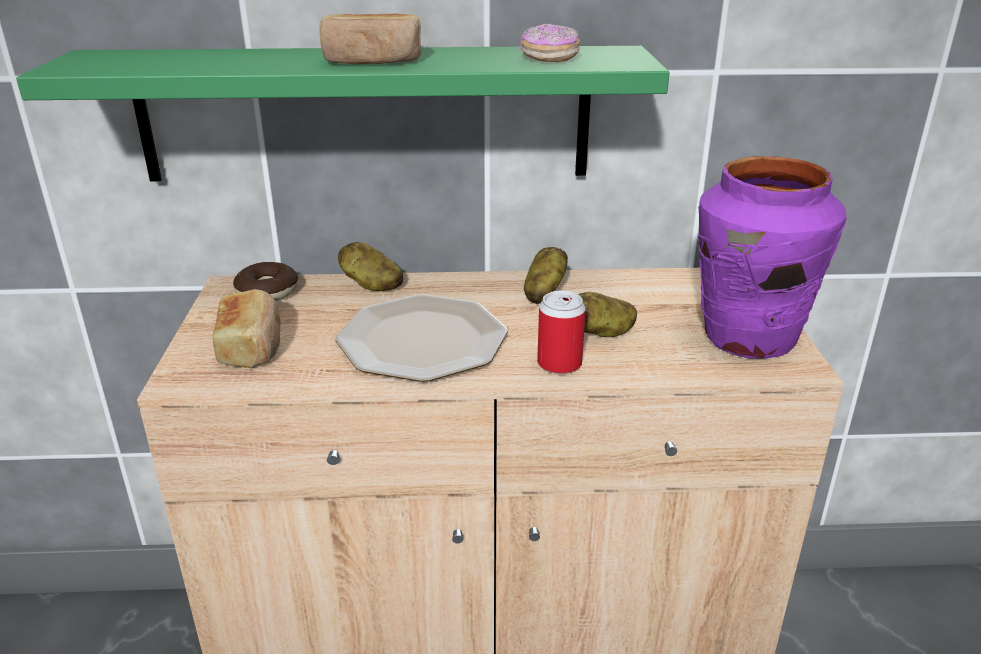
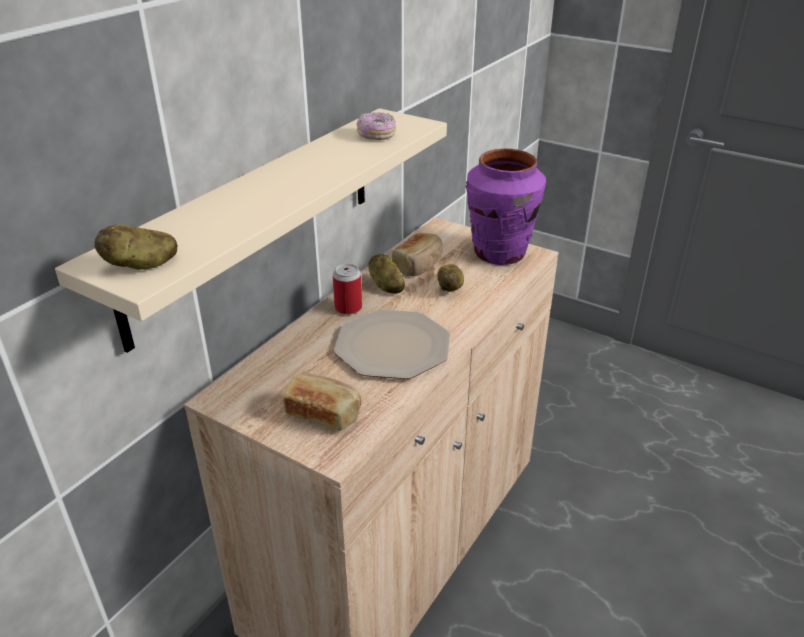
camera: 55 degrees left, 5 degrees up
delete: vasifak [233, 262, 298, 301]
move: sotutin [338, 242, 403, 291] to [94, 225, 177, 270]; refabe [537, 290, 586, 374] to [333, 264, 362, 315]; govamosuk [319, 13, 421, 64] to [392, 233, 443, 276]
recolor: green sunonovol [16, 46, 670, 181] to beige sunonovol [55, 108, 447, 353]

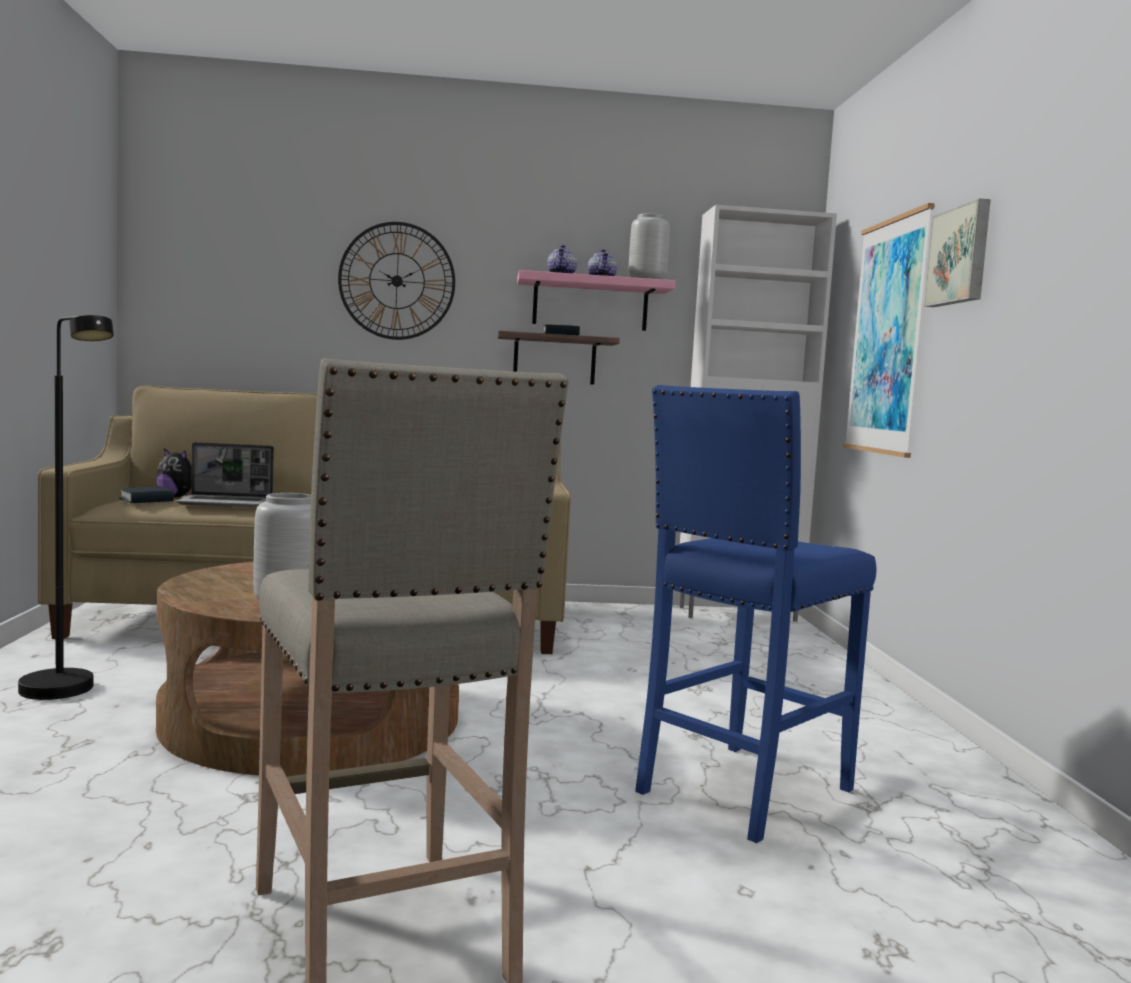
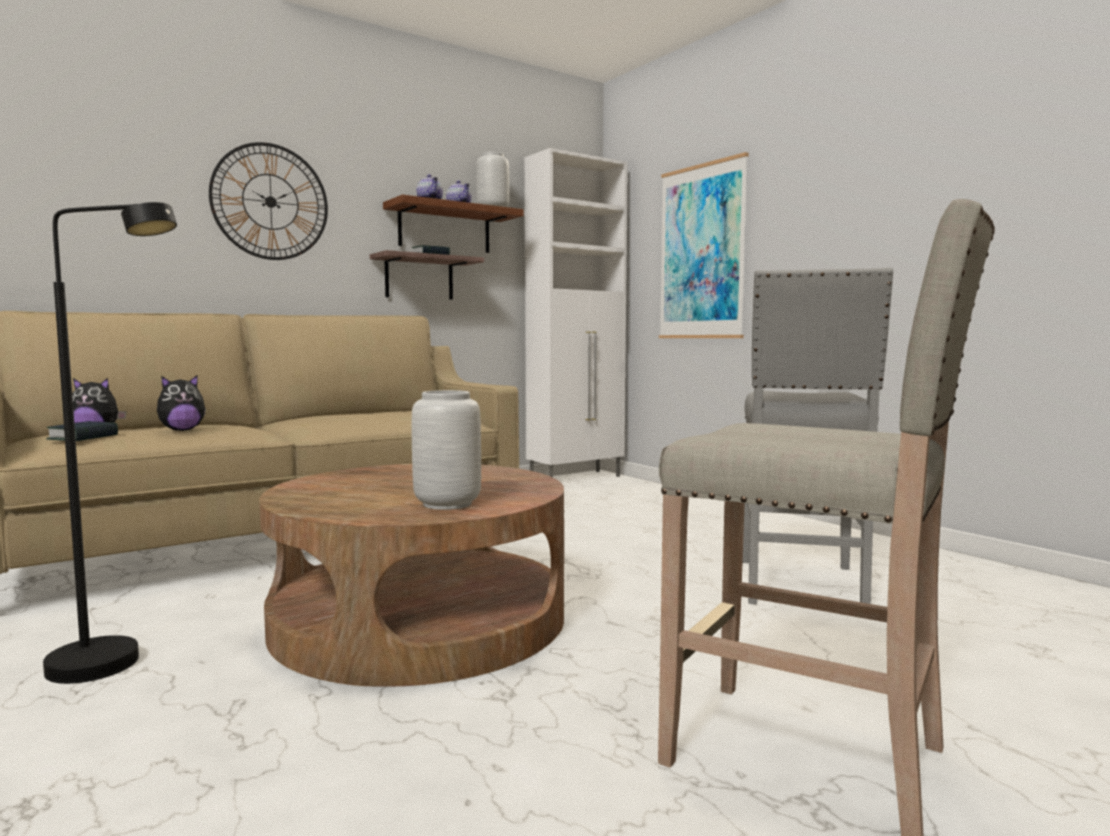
camera: 30 degrees left, 0 degrees up
delete: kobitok [924, 199, 991, 307]
replace: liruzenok [176, 442, 274, 507] to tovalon [157, 375, 206, 431]
recolor: pink sunonovol [517, 270, 675, 331] to brown sunonovol [383, 195, 524, 253]; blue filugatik [635, 385, 876, 843] to grey filugatik [742, 268, 893, 605]

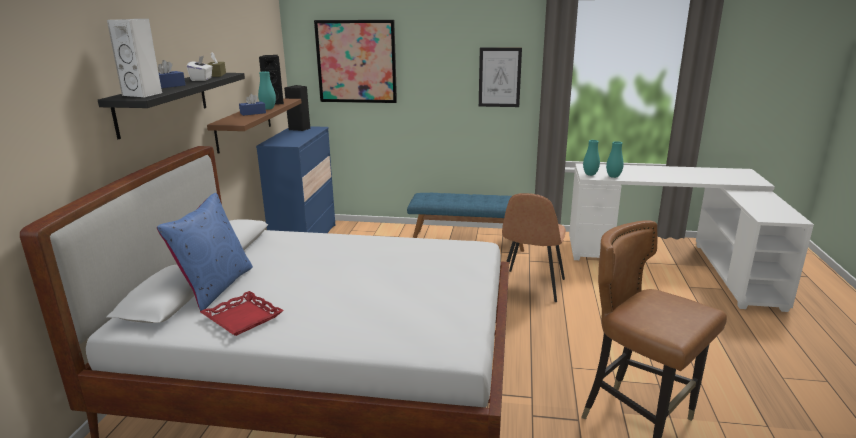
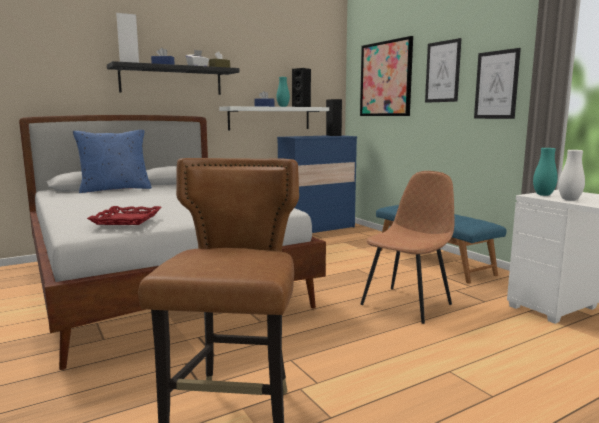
camera: 50 degrees right, 10 degrees down
insert: kobitok [425, 38, 461, 103]
move: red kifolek [200, 291, 284, 336] to [87, 206, 162, 225]
recolor: brown sunonovol [207, 99, 302, 154] to white sunonovol [219, 106, 329, 131]; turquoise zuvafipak [606, 141, 624, 178] to white zuvafipak [558, 150, 585, 201]
rotate: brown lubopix [502, 193, 566, 302] = [360, 171, 455, 324] 150 degrees clockwise

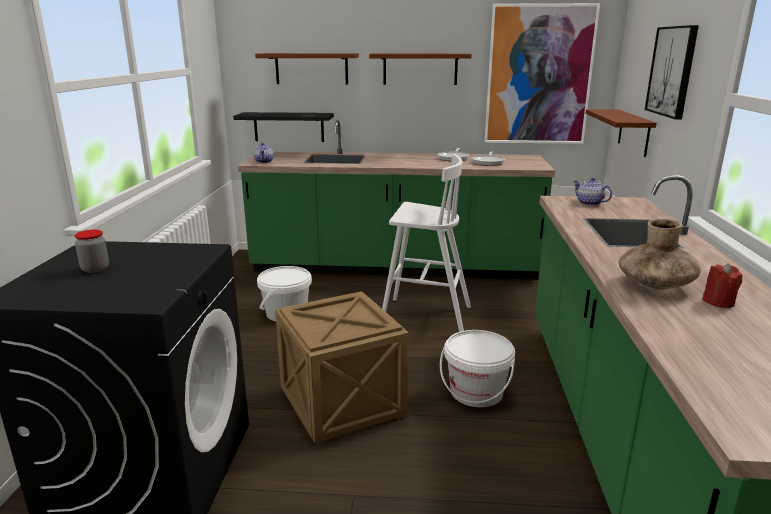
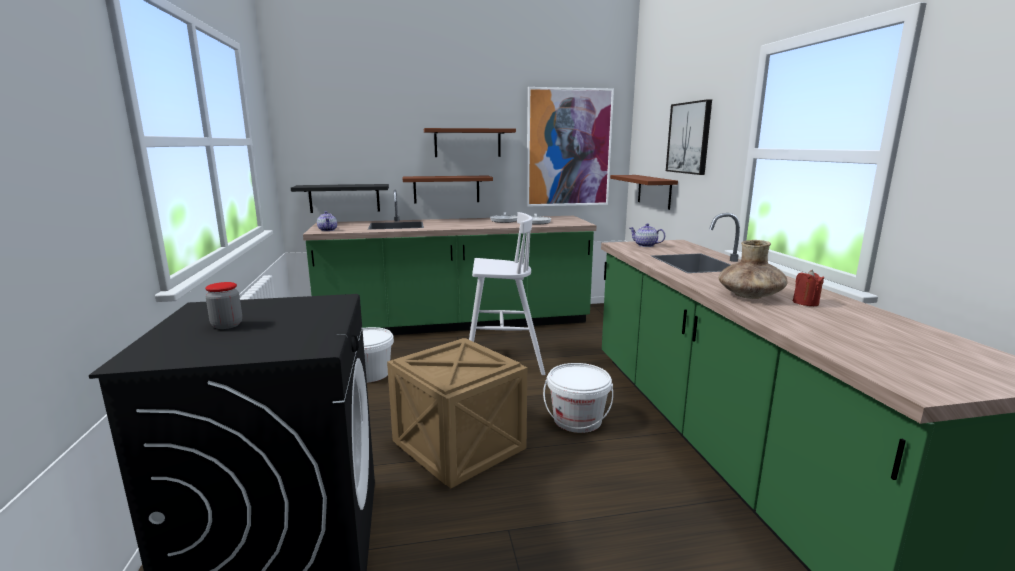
camera: 15 degrees left, 5 degrees down
move: brown sunonovol [255, 53, 359, 84] to [403, 176, 493, 204]

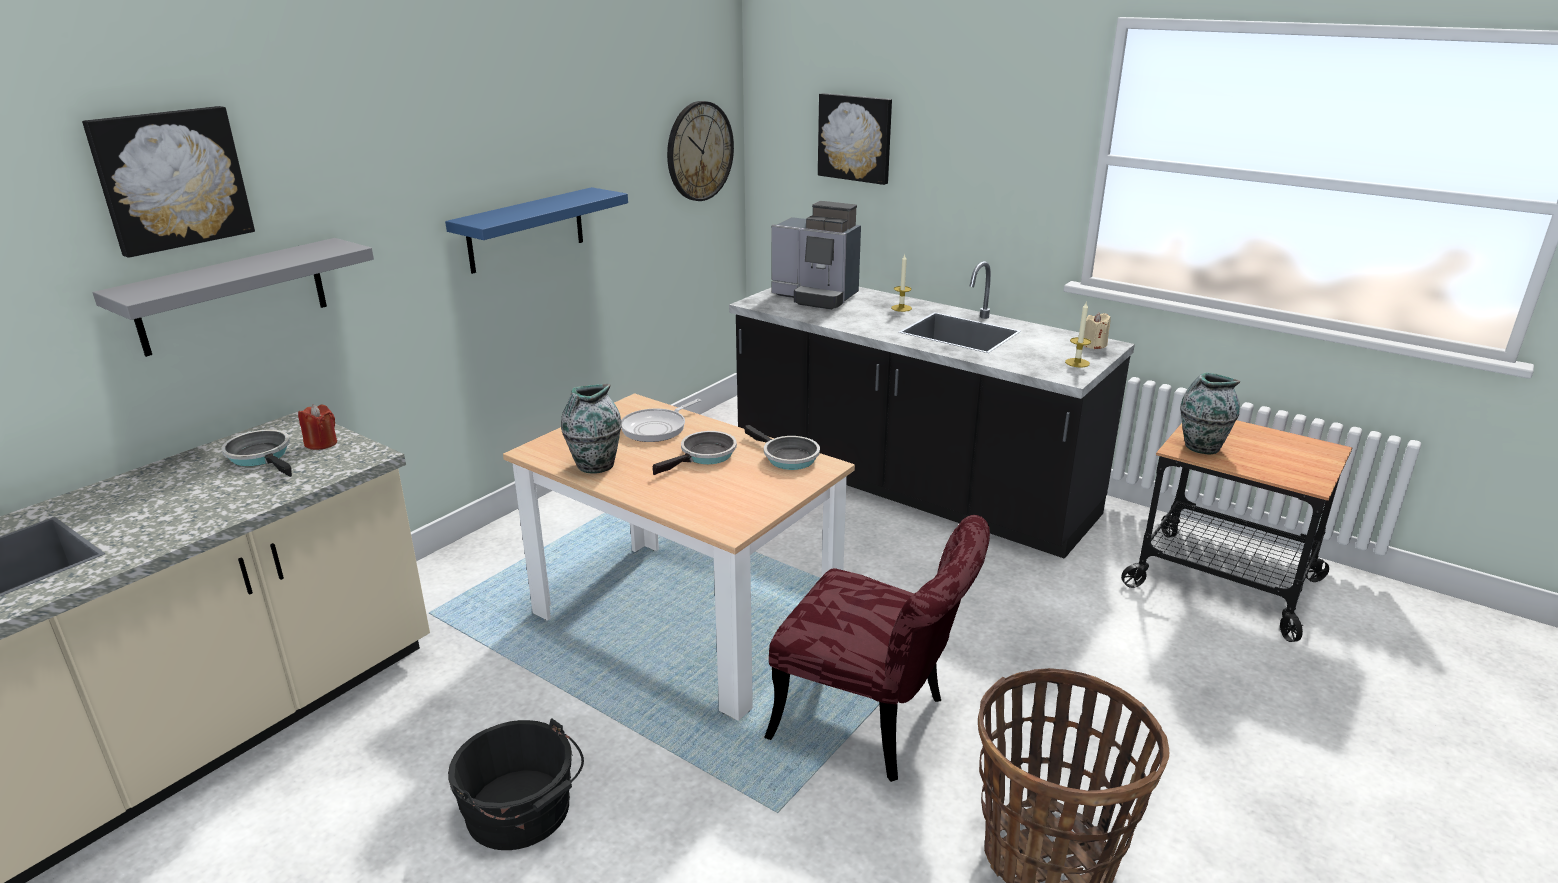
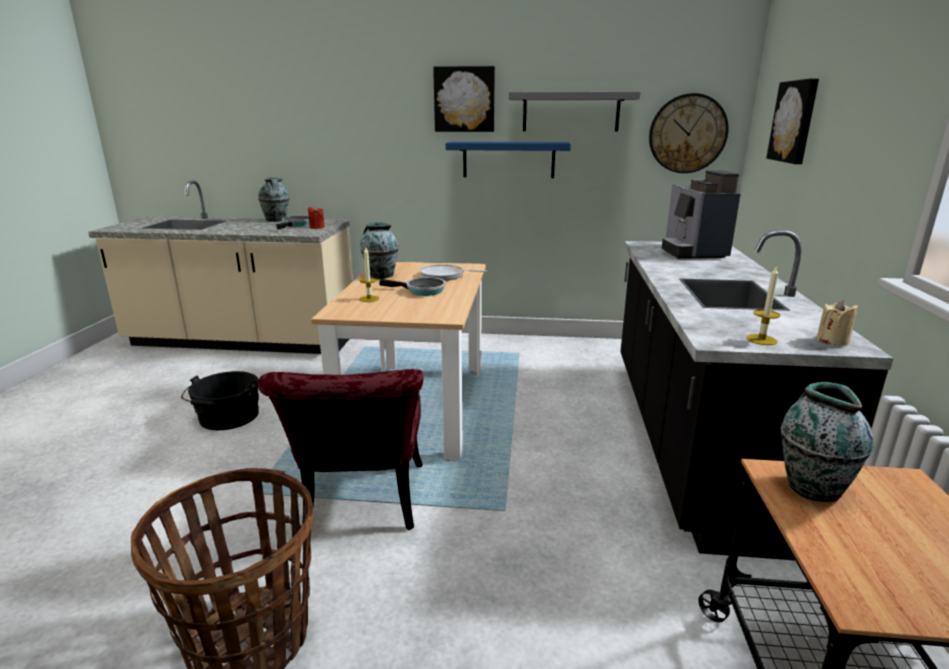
camera: 60 degrees right, 5 degrees down
delete: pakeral [744, 425, 820, 470]
insert: zuvafipak [258, 177, 289, 222]
move: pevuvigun [891, 255, 912, 312] to [359, 247, 379, 302]; kobitok [82, 106, 255, 258] to [433, 66, 495, 132]; grey sunonovol [92, 238, 374, 357] to [509, 91, 641, 132]

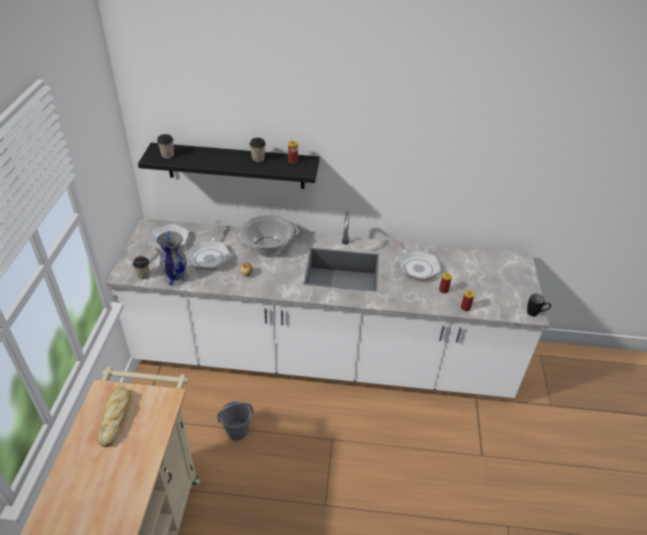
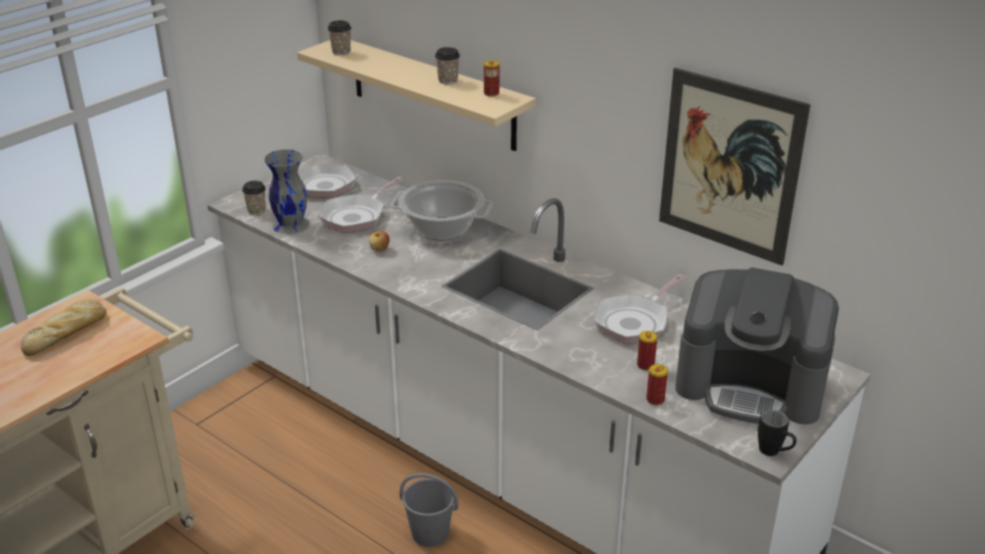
camera: 35 degrees right, 10 degrees down
insert: kobitok [659, 68, 811, 265]; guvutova [675, 267, 839, 425]
move: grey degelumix [217, 401, 254, 441] to [399, 473, 458, 547]
recolor: black sunonovol [138, 143, 320, 189] to beige sunonovol [297, 40, 536, 151]
rotate: pakeral [387, 234, 441, 282] = [594, 274, 687, 344] 45 degrees clockwise

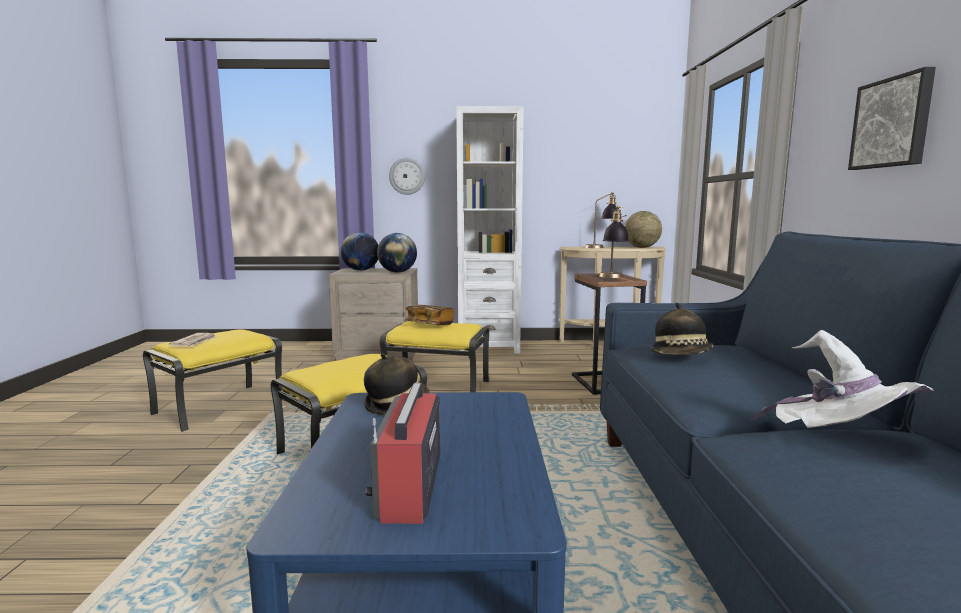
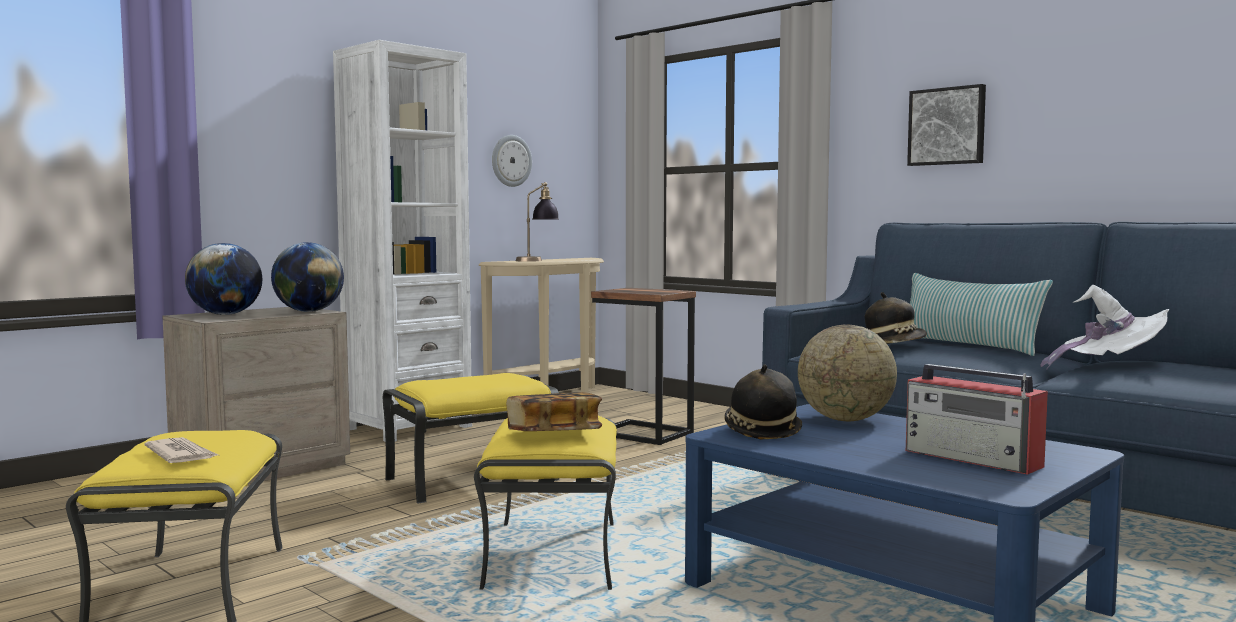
camera: 45 degrees left, 5 degrees down
delete: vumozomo [599, 205, 629, 278]
insert: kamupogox [910, 273, 1053, 356]
move: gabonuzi [389, 158, 425, 195] to [492, 135, 532, 187]; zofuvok [405, 305, 454, 325] to [506, 392, 602, 431]; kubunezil [625, 211, 662, 248] to [798, 325, 897, 421]

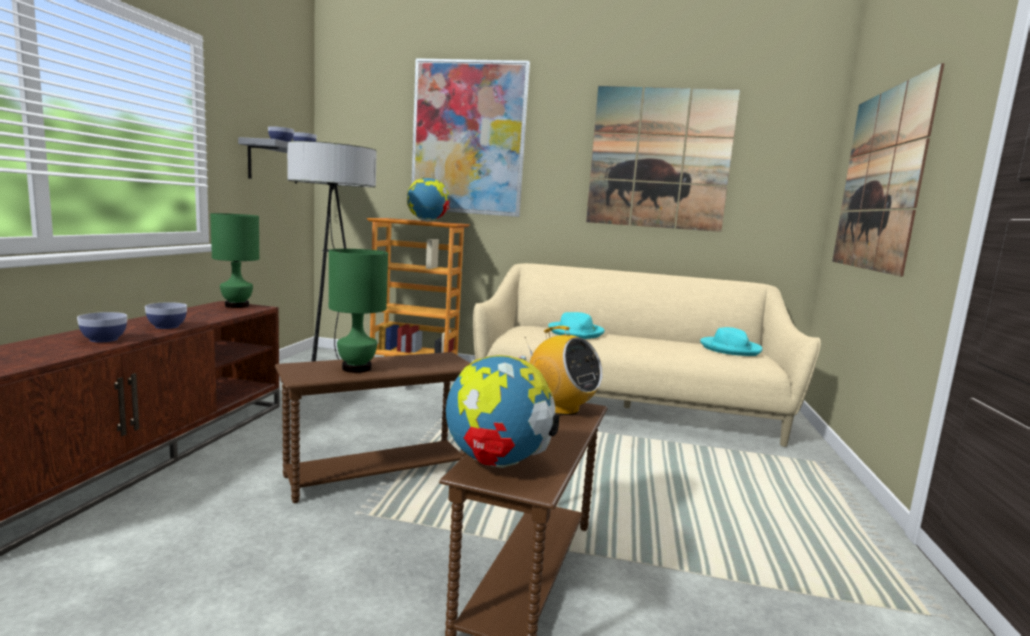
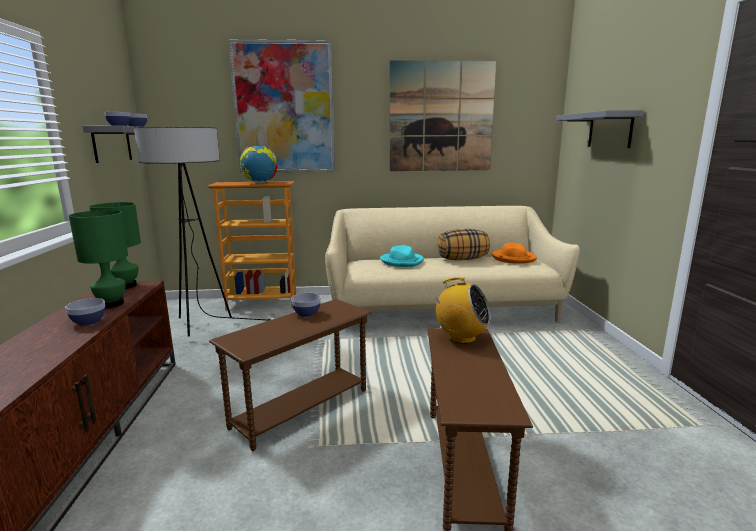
camera: 15 degrees left, 5 degrees up
delete: kubunezil [446, 355, 559, 468]
insert: kamupogox [438, 229, 490, 260]
move: green vumozomo [329, 249, 388, 373] to [69, 210, 128, 308]; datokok [77, 312, 127, 342] to [291, 293, 321, 317]
replace: kobitok [832, 63, 945, 277] to grey sunonovol [556, 110, 644, 148]
recolor: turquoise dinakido [700, 327, 762, 356] to orange dinakido [492, 243, 537, 264]

